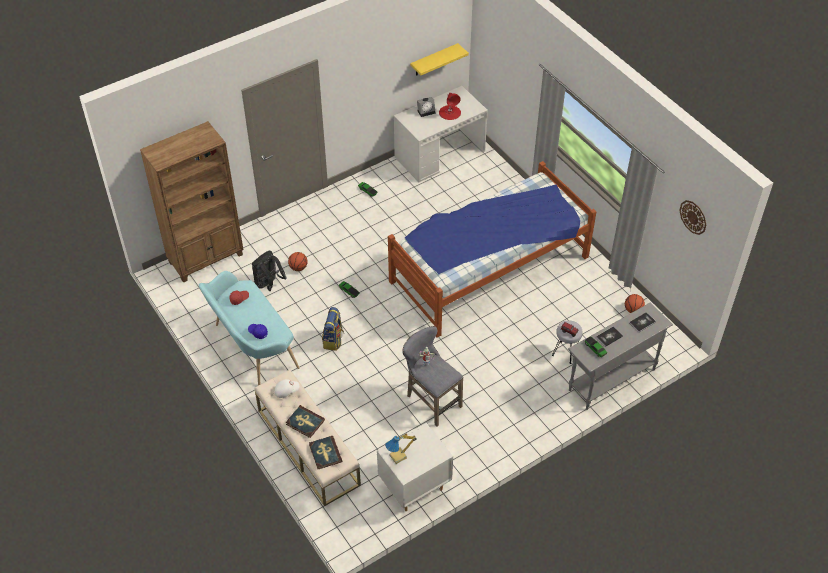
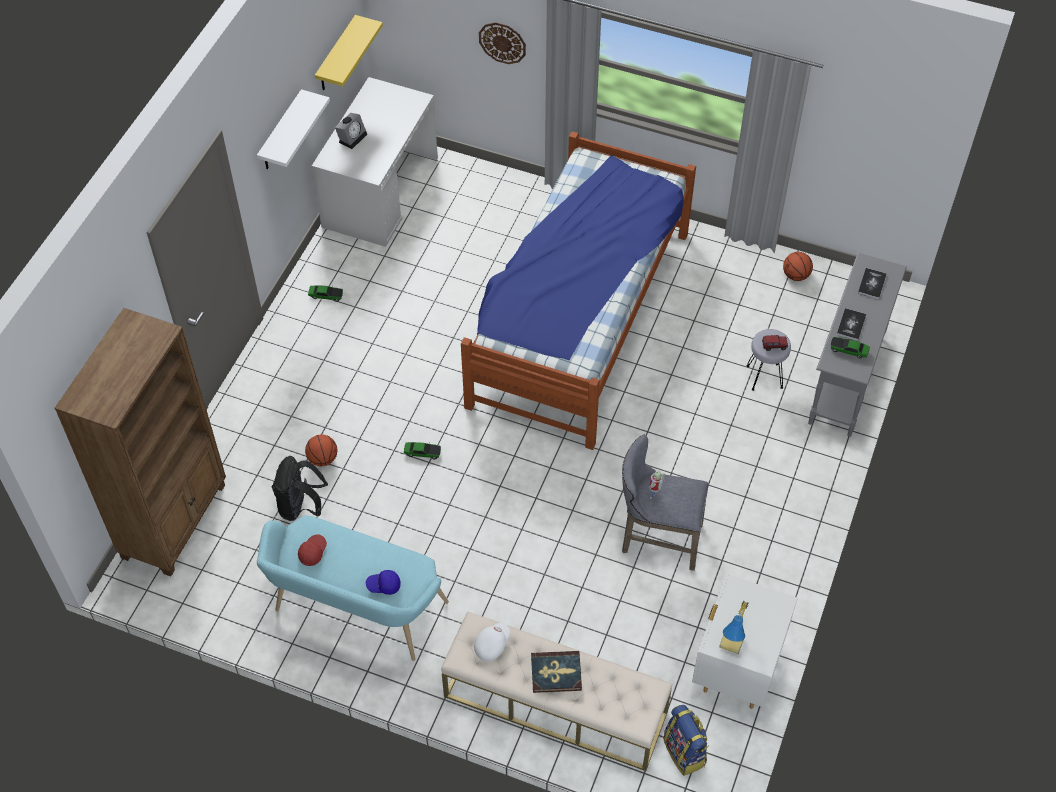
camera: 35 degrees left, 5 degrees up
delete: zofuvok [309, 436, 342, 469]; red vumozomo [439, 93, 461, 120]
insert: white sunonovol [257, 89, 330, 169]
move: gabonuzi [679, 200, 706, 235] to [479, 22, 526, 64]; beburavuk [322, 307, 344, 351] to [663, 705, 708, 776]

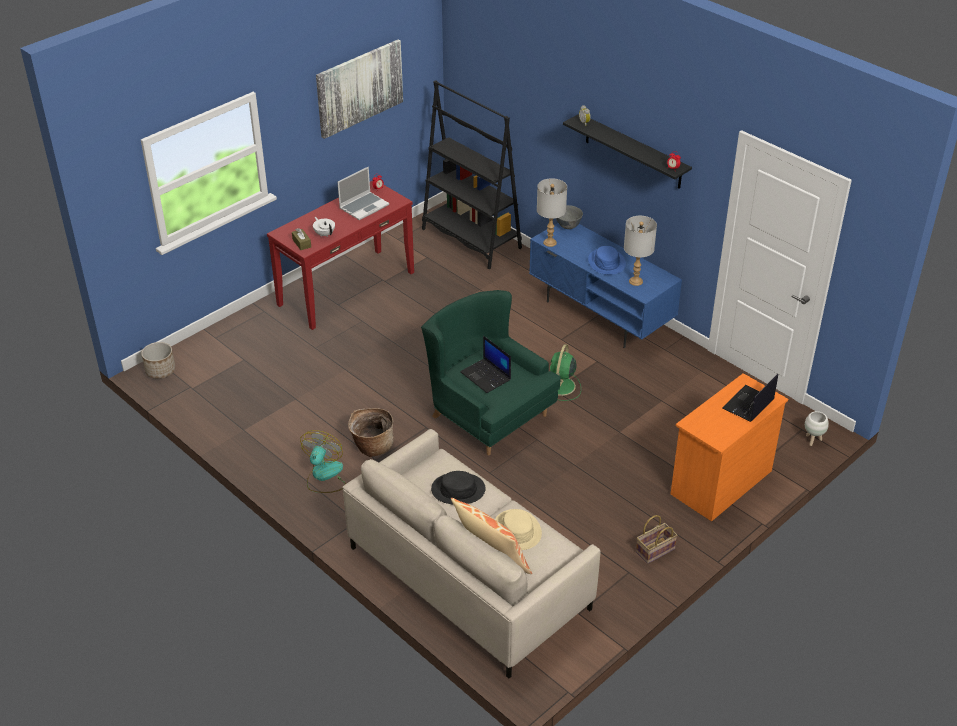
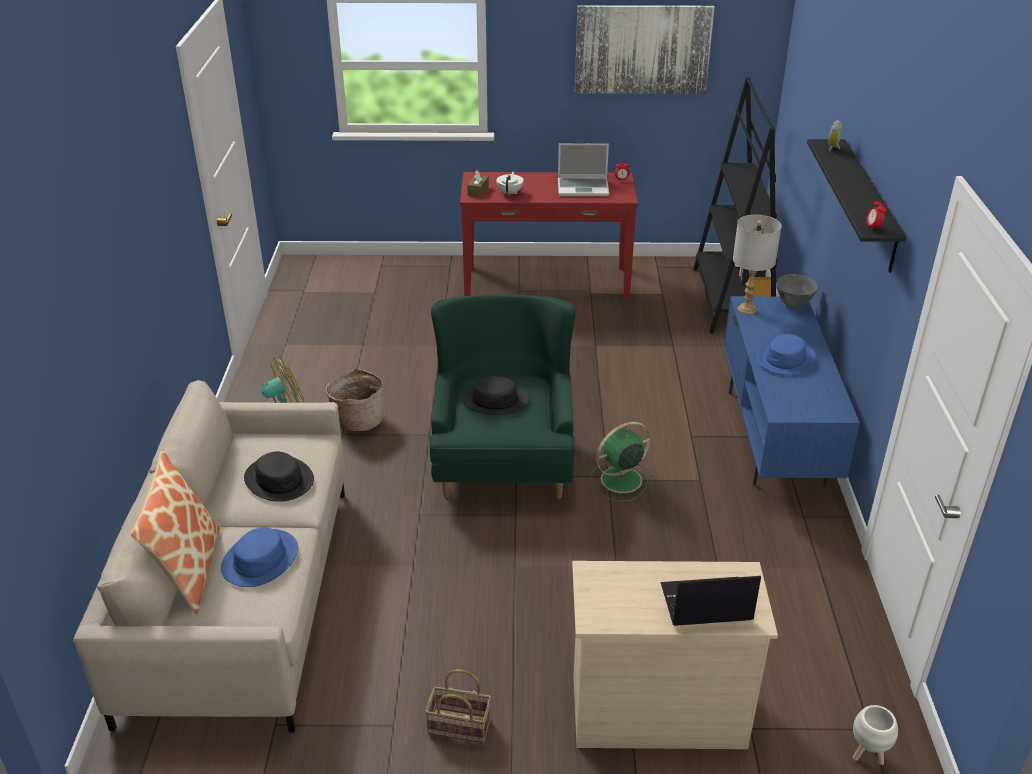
camera: 45 degrees right, 5 degrees down
delete: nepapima [141, 342, 175, 379]; grey vumozomo [624, 216, 657, 286]
replace: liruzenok [460, 336, 511, 393] to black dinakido [461, 376, 529, 415]
recolor: beige dinakido [495, 509, 542, 550] to blue dinakido [221, 527, 298, 587]; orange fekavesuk [671, 373, 788, 521] to beige fekavesuk [572, 561, 778, 749]

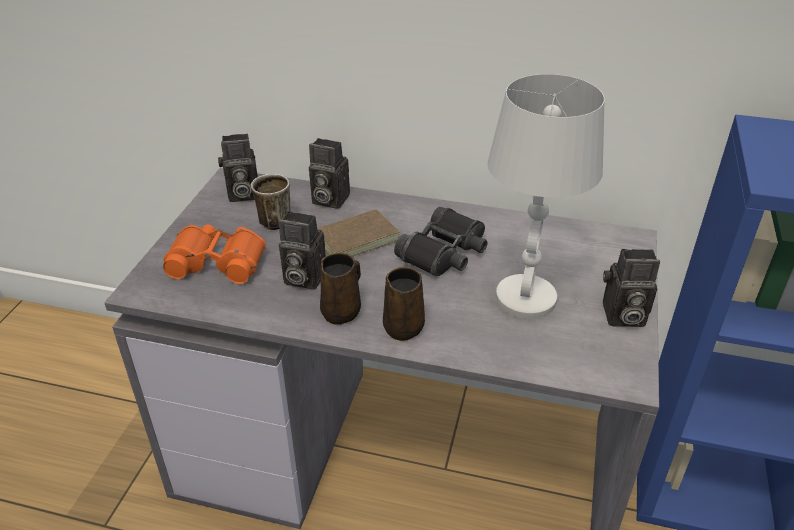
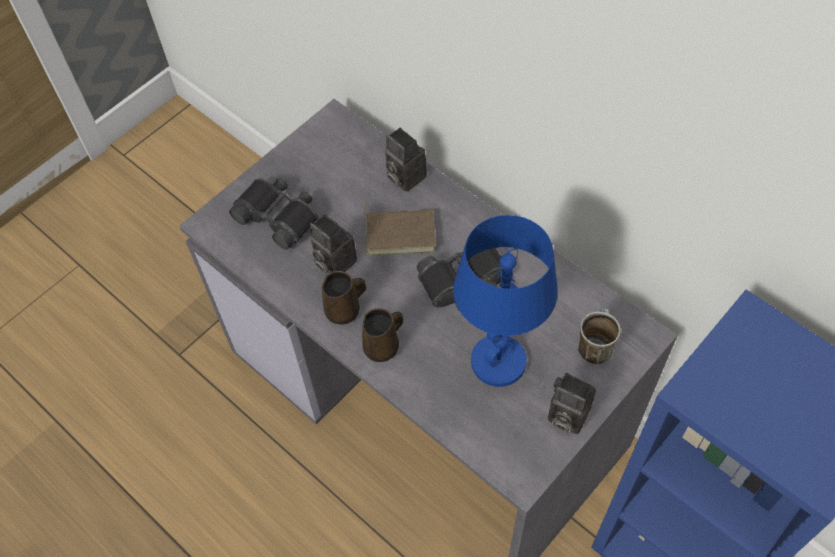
camera: 30 degrees right, 20 degrees up
delete: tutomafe [218, 134, 258, 202]
move: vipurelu [251, 174, 291, 230] to [578, 308, 621, 364]
recolor: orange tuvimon [163, 225, 266, 284] to black tuvimon [229, 178, 319, 250]; white vumozomo [487, 74, 604, 319] to blue vumozomo [453, 215, 558, 387]

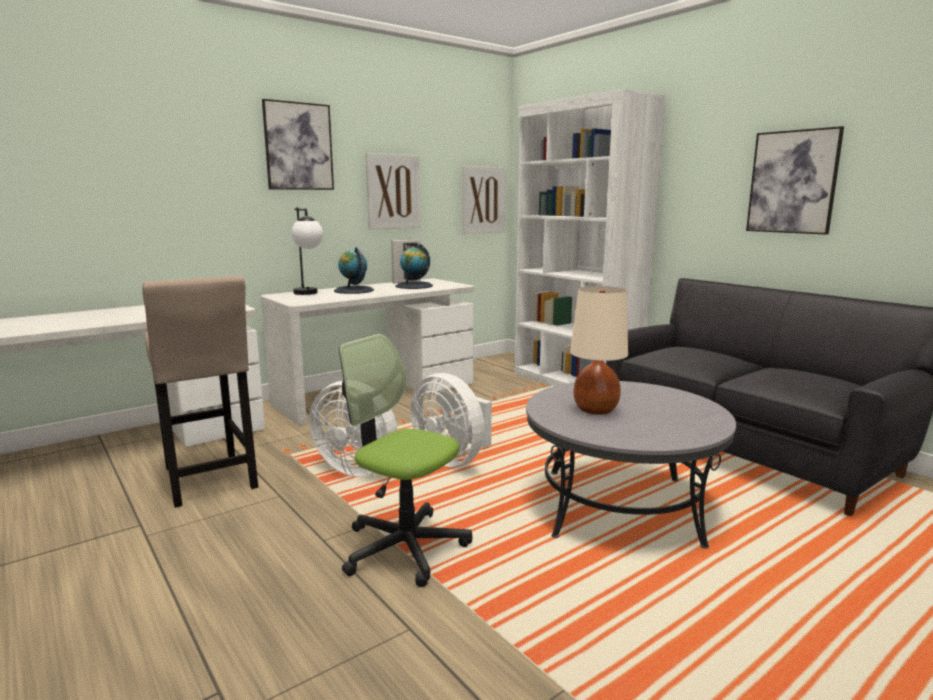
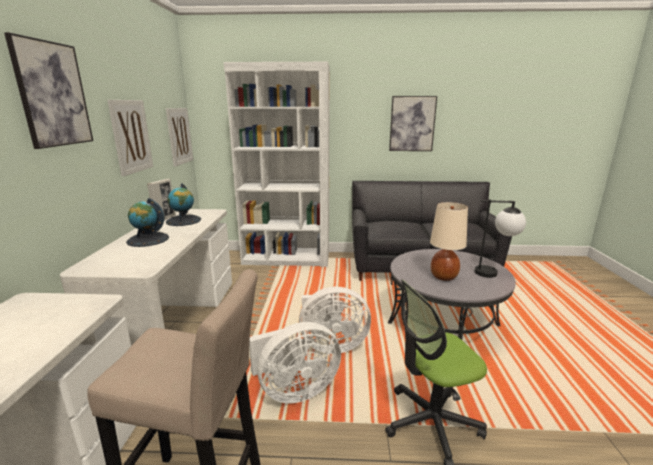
camera: 50 degrees left, 5 degrees up
move: vumozomo [291, 208, 323, 295] to [475, 199, 526, 278]

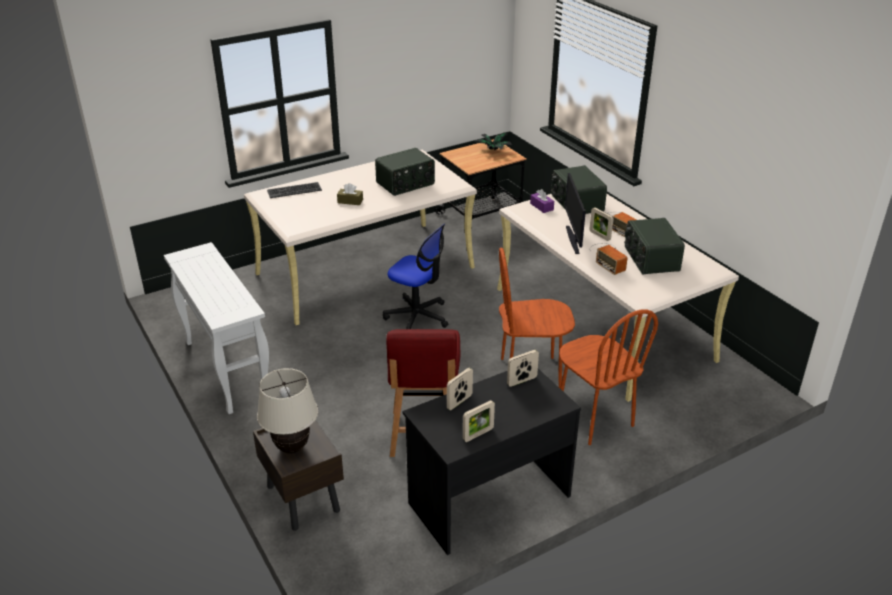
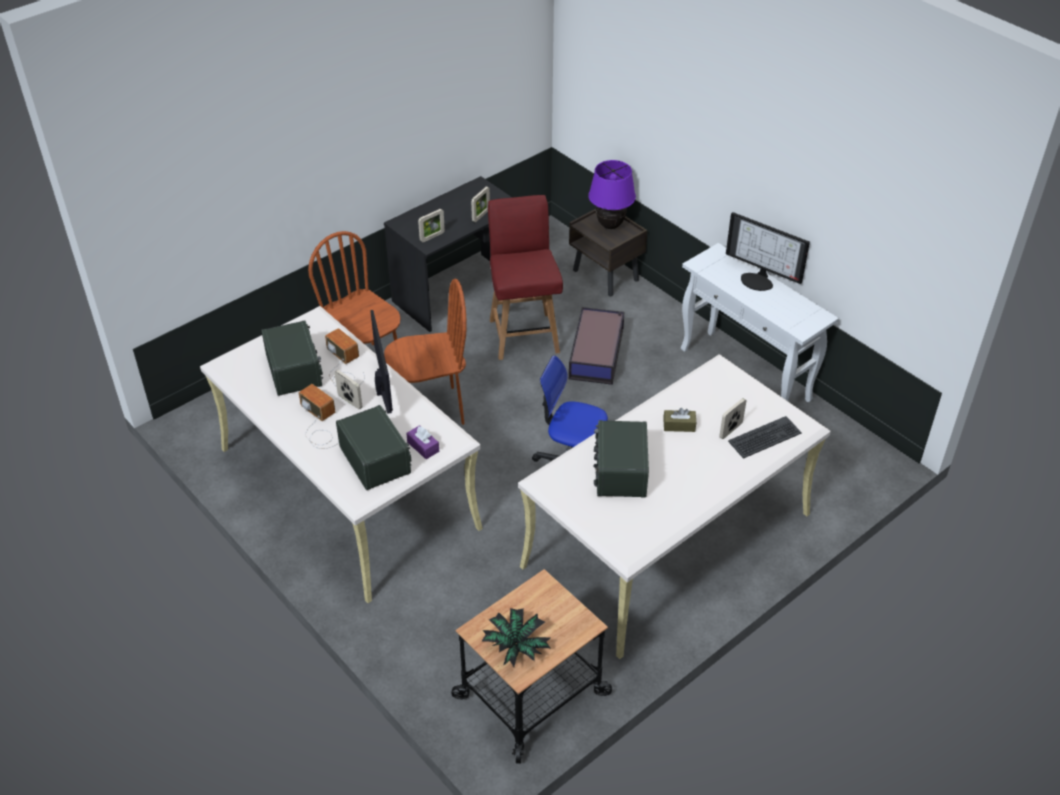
camera: 170 degrees right, 10 degrees up
insert: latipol [569, 307, 624, 385]; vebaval [726, 212, 810, 291]
move: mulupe [463, 400, 495, 442] to [719, 398, 747, 439]
recolor: beige vumozomo [257, 368, 318, 454] to purple vumozomo [588, 160, 636, 229]
rotate: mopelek [375, 148, 435, 196] = [594, 420, 649, 498] 45 degrees counterclockwise

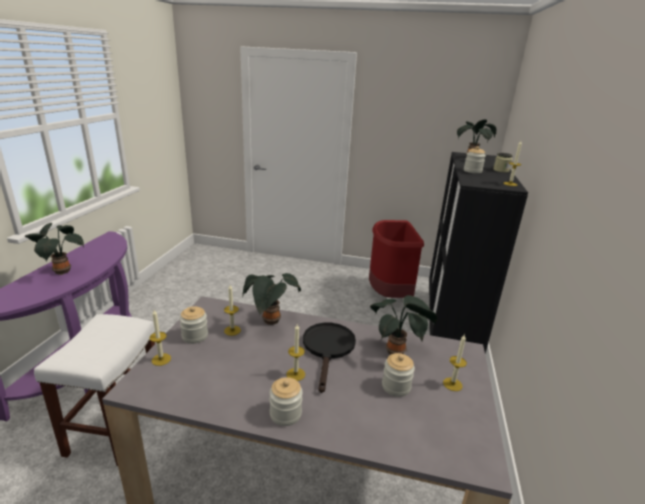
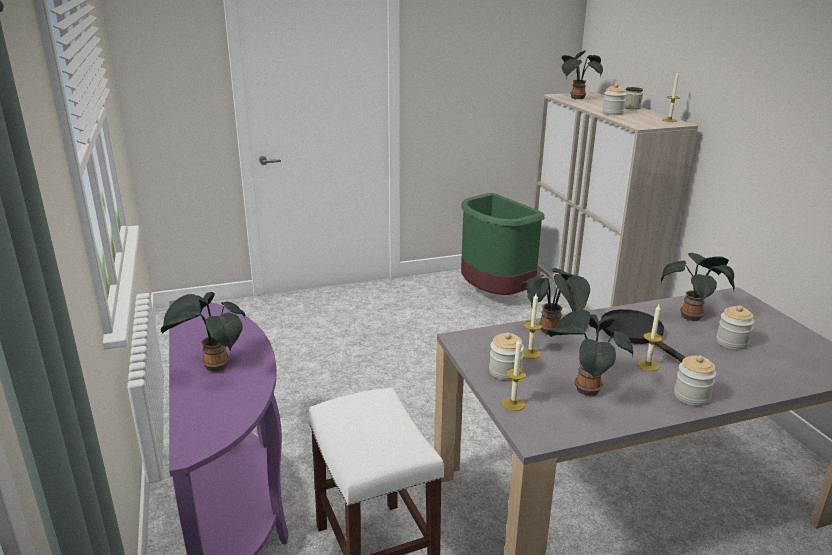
camera: 30 degrees left, 0 degrees up
delete: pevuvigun [443, 334, 467, 391]
insert: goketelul [547, 310, 633, 398]
recolor: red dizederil [369, 220, 424, 298] to green dizederil [461, 193, 545, 295]; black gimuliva [429, 152, 528, 353] to beige gimuliva [533, 92, 698, 310]

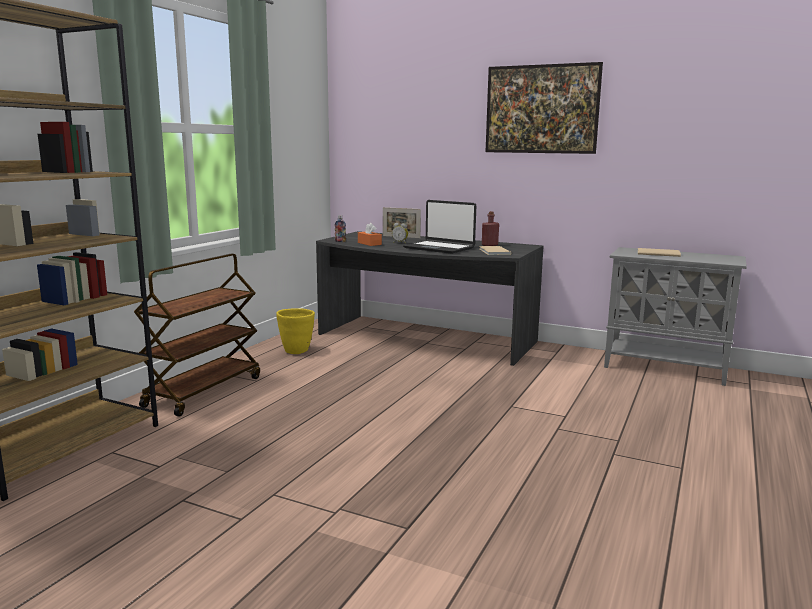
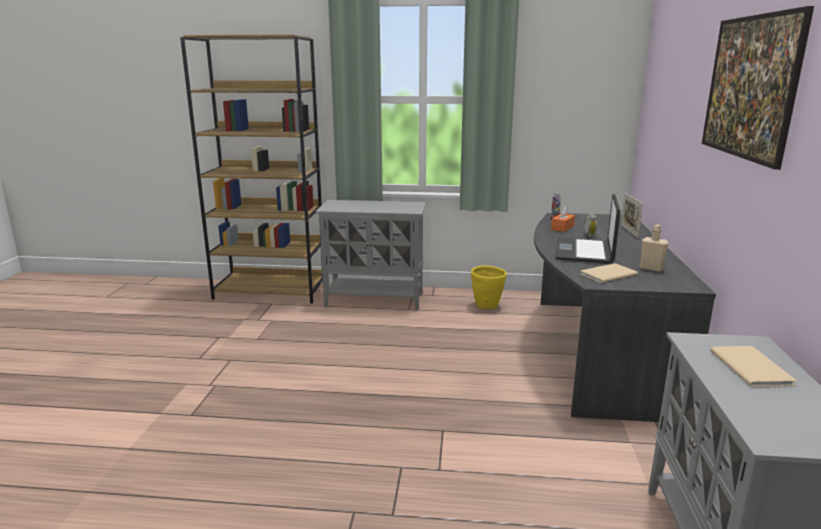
camera: 70 degrees right, 5 degrees up
replace: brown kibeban [134, 254, 260, 417] to grey gimuliva [315, 200, 426, 310]
recolor: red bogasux [482, 211, 499, 246] to beige bogasux [640, 224, 669, 272]

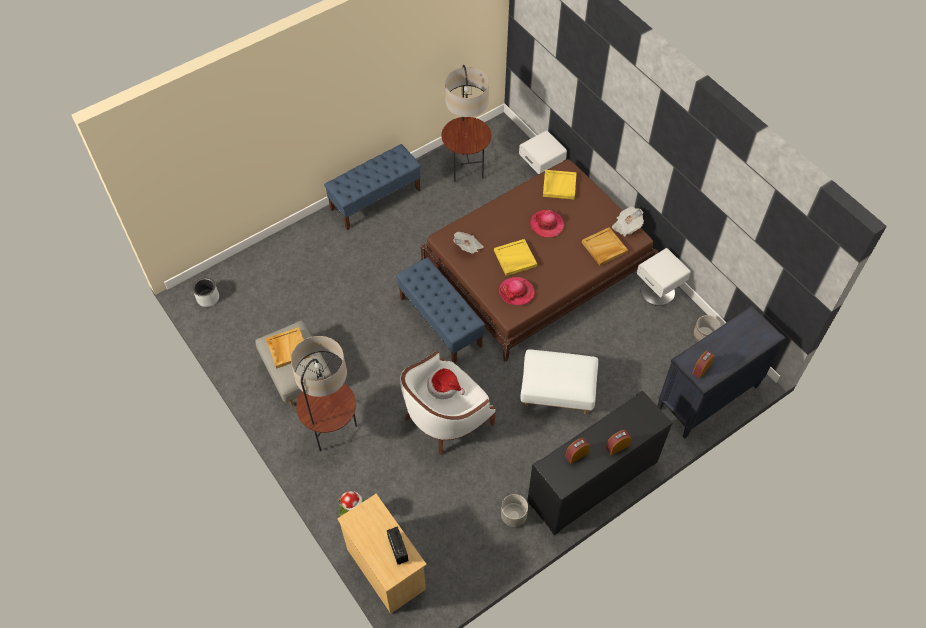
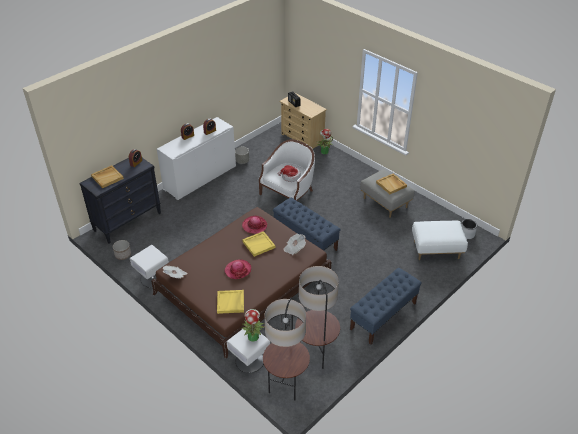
camera: 170 degrees right, 15 degrees down
insert: goketelul [241, 309, 264, 341]
move: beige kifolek [582, 227, 628, 266] to [91, 165, 124, 188]; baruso [291, 336, 357, 451] to [263, 297, 310, 401]; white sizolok [520, 349, 598, 414] to [412, 221, 468, 260]
recolor: black gimuliva [527, 390, 672, 535] to white gimuliva [157, 117, 236, 200]

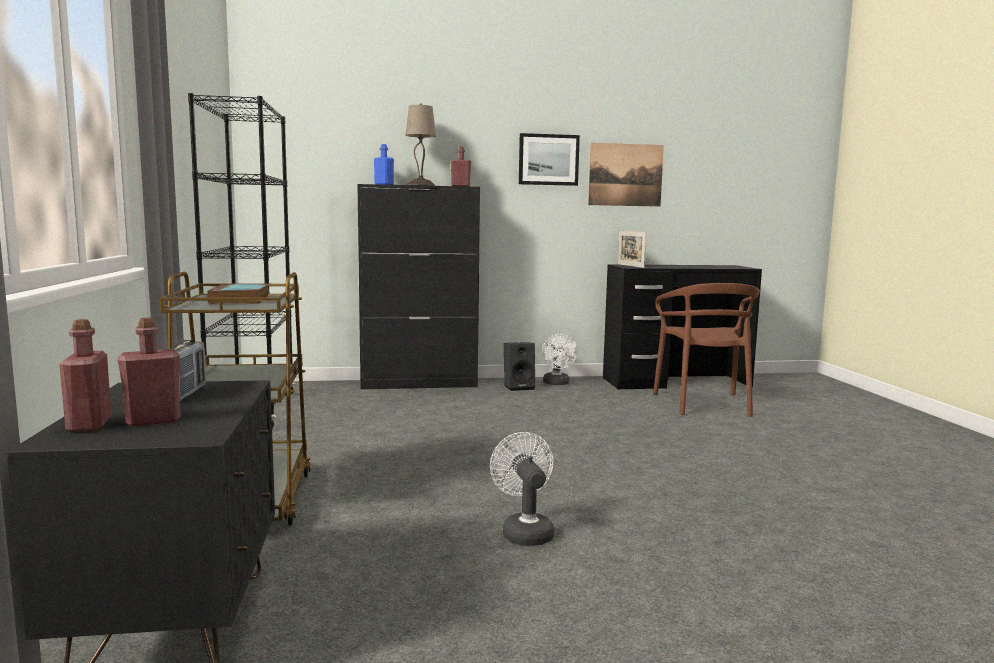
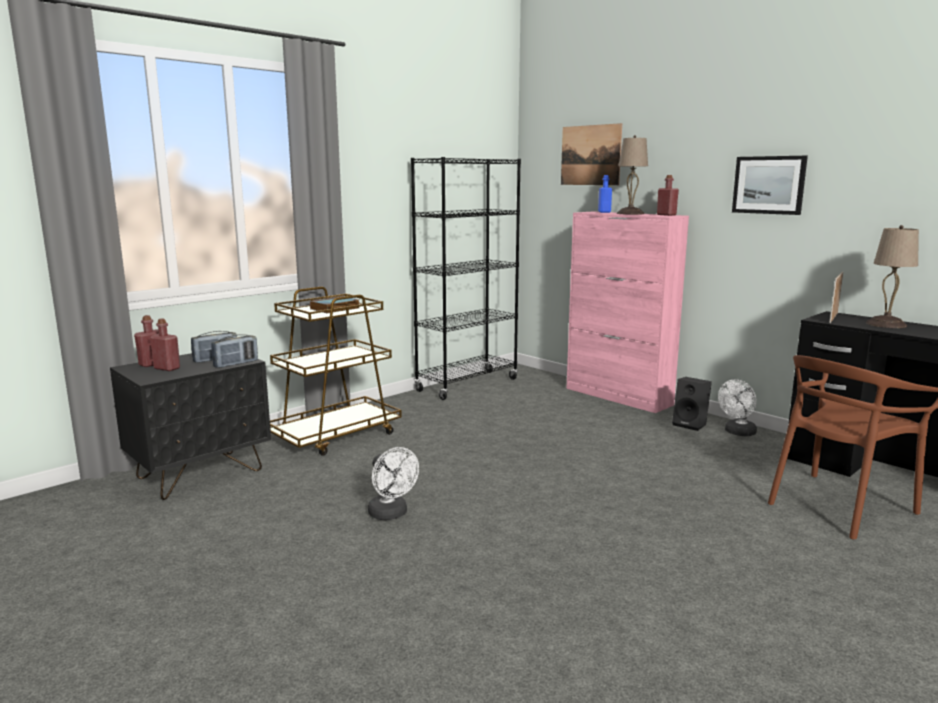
camera: 55 degrees right, 5 degrees up
insert: mopelek [211, 334, 258, 368]; beige vumozomo [866, 225, 919, 328]
move: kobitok [588, 143, 664, 207] to [561, 123, 622, 185]
recolor: black gimuliva [357, 184, 480, 389] to pink gimuliva [566, 211, 689, 413]
rotate: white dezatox [490, 432, 554, 546] = [368, 447, 419, 520] 105 degrees clockwise

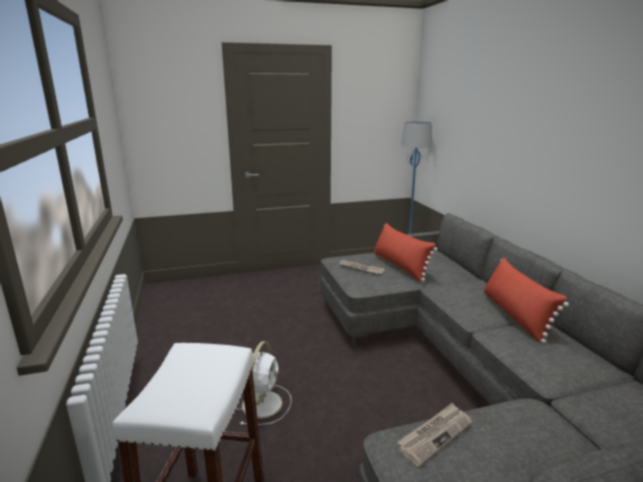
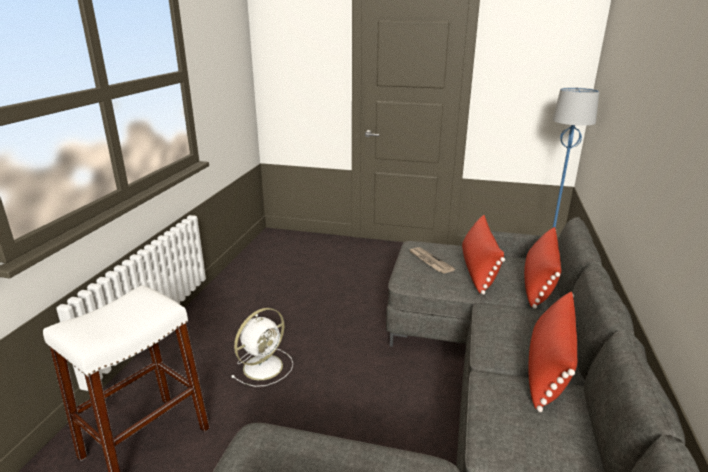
camera: 30 degrees right, 5 degrees up
delete: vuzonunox [397, 402, 472, 467]
insert: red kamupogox [524, 227, 561, 309]

